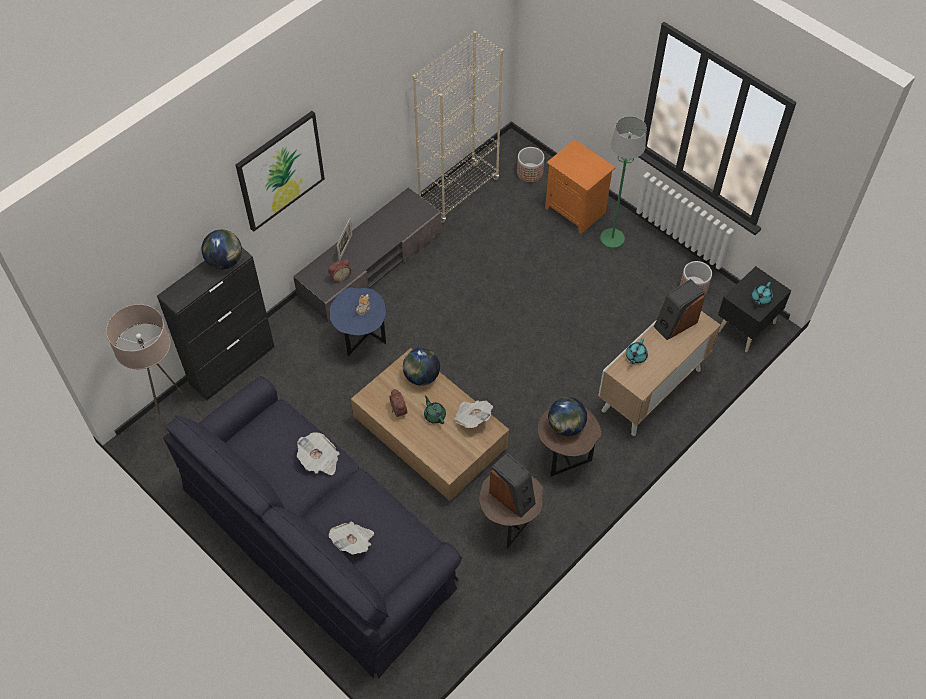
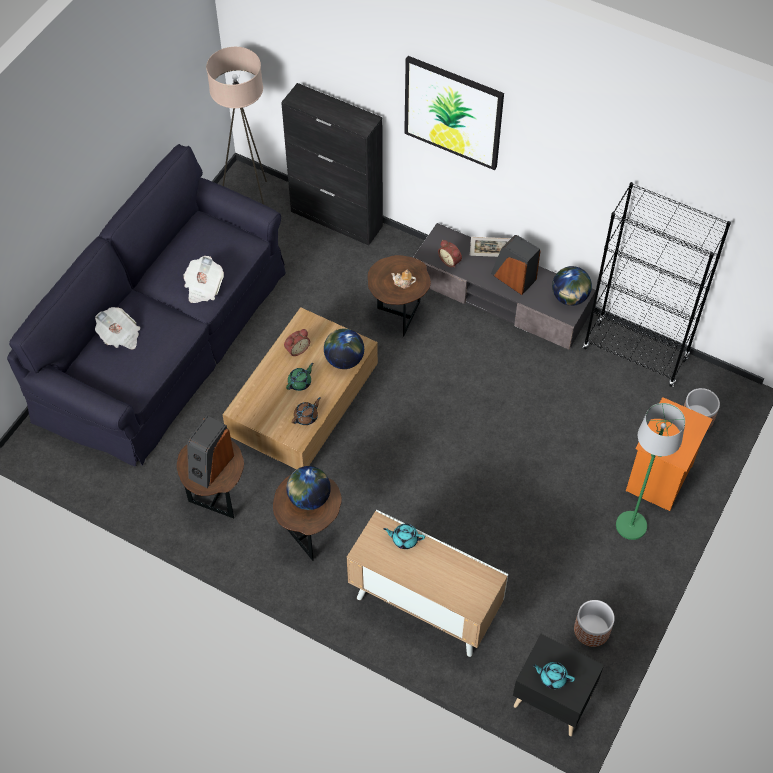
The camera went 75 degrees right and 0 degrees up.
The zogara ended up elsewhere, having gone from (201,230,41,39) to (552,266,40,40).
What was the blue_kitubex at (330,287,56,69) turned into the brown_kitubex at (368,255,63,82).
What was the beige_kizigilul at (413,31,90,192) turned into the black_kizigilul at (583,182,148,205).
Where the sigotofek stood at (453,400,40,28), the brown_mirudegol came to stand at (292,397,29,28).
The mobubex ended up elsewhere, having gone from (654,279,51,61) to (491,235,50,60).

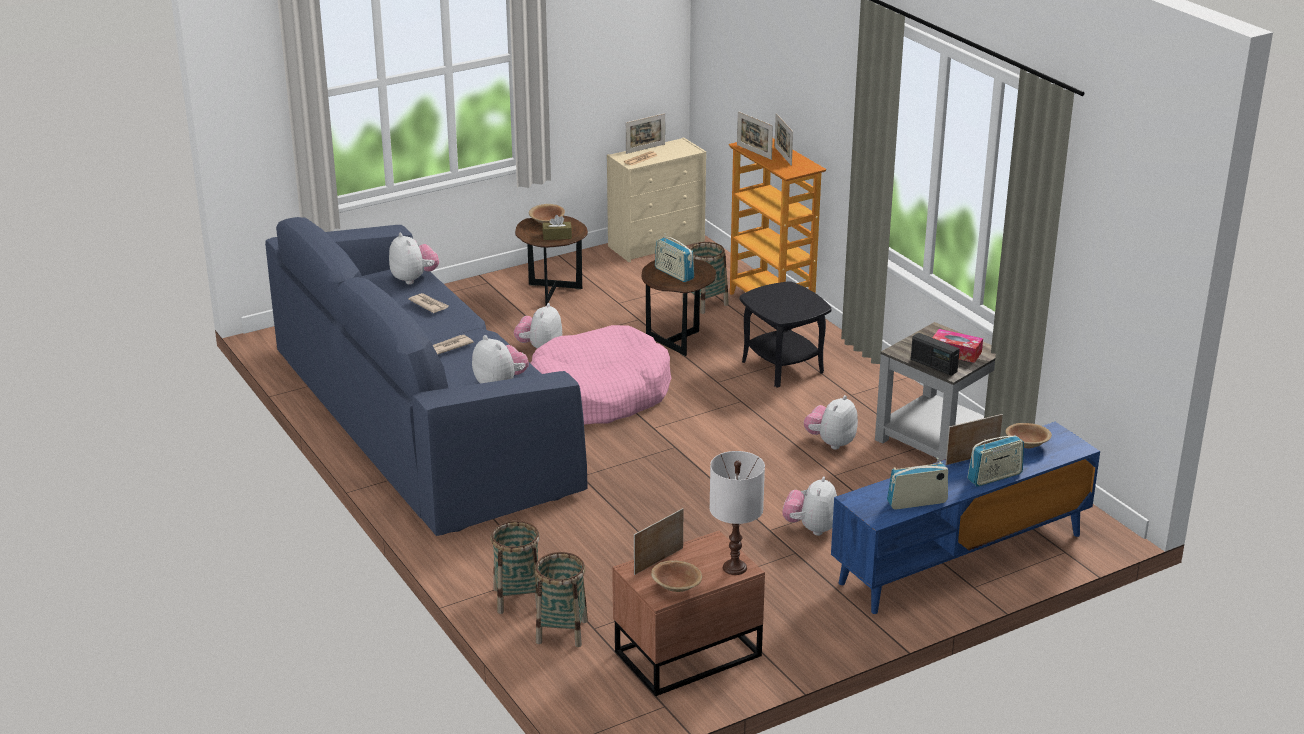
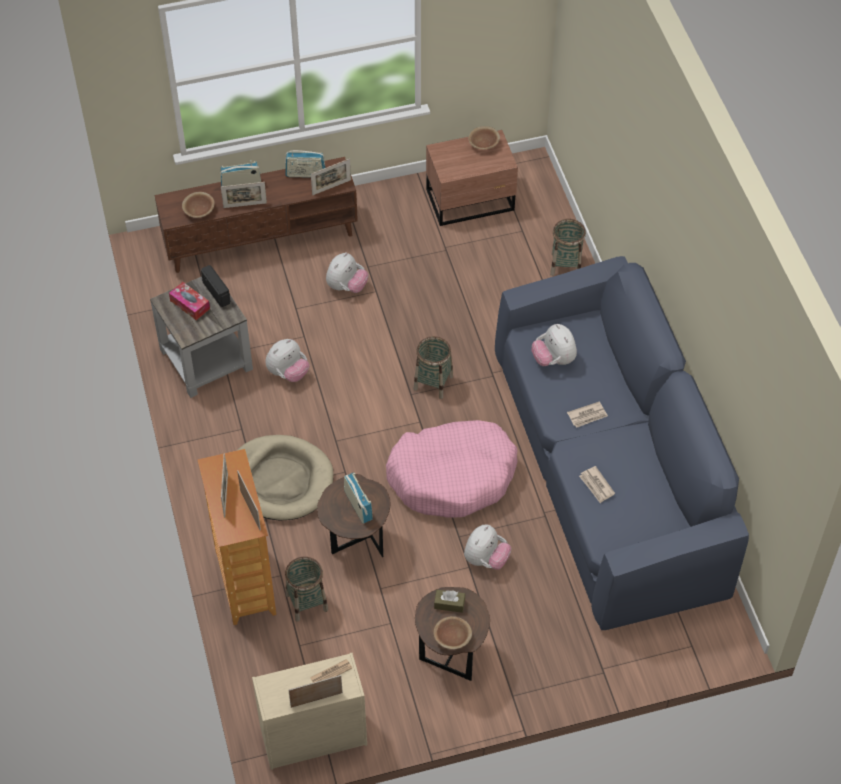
The camera went 165 degrees left and 25 degrees up.
The second view lost the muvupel at (389,232,50,53).
The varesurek ended up elsewhere, having gone from (535,552,53,95) to (414,336,39,63).
The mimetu ended up elsewhere, having gone from (634,508,50,67) to (311,159,40,36).
The second view lost the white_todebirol at (710,451,55,124).
Where the black_kitubex stood at (740,281,92,106), the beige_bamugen came to stand at (237,435,97,86).
What was the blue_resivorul at (831,422,269,192) turned into the brown_resivorul at (155,157,203,116).

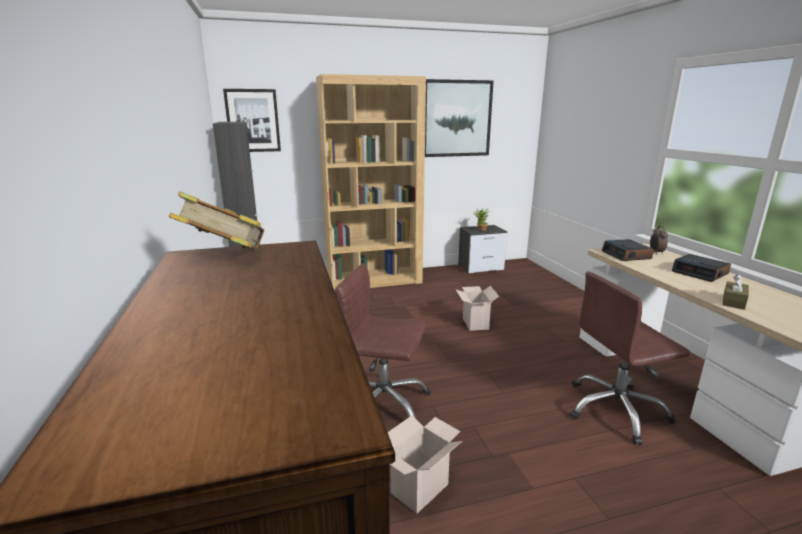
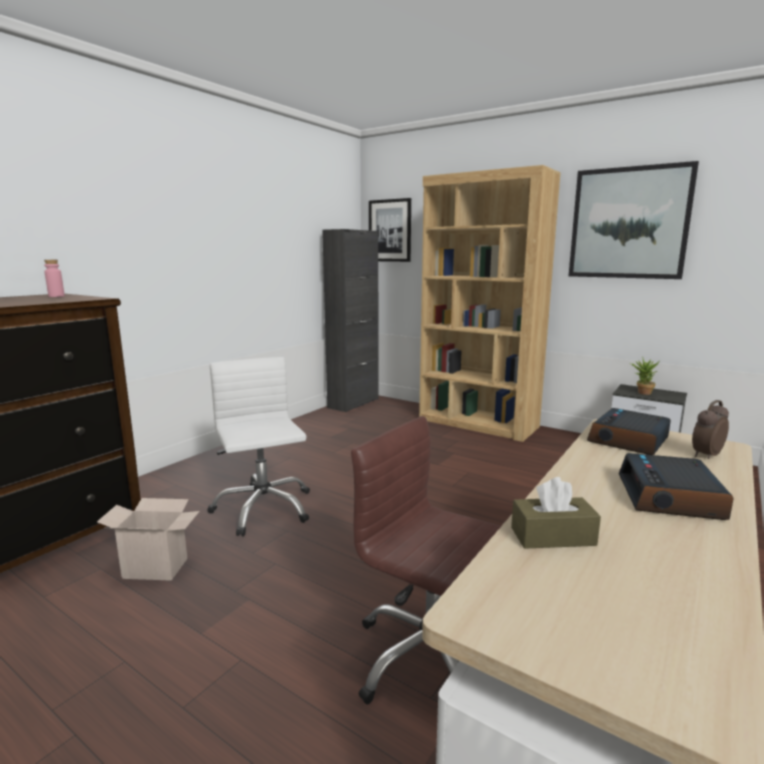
The camera went 50 degrees right and 5 degrees down.
Where the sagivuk stood at (169,191,95,59), the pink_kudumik came to stand at (44,260,21,37).
What was the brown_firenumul at (335,263,96,156) turned into the white_firenumul at (207,357,103,179).
The second view lost the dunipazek at (456,286,43,45).

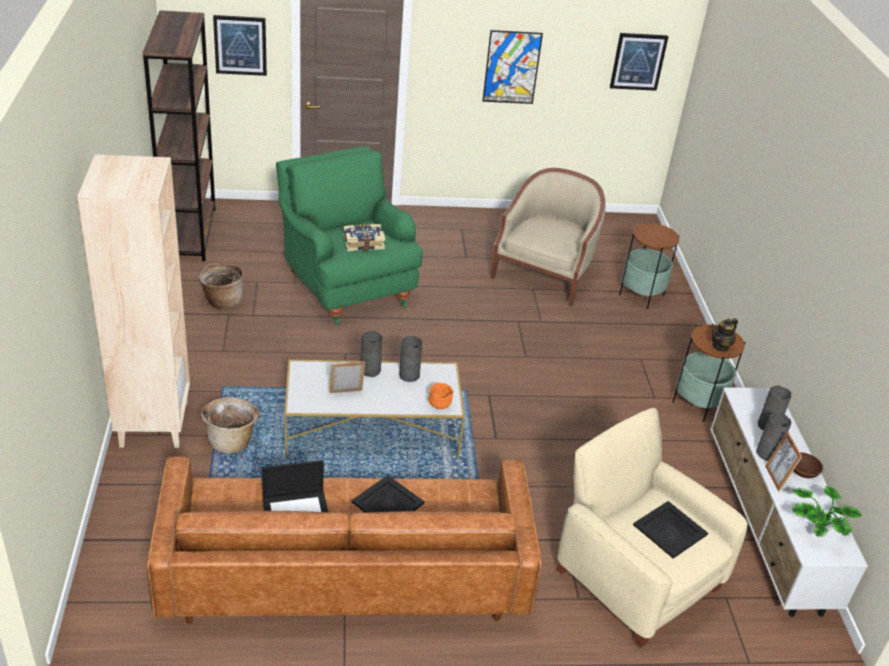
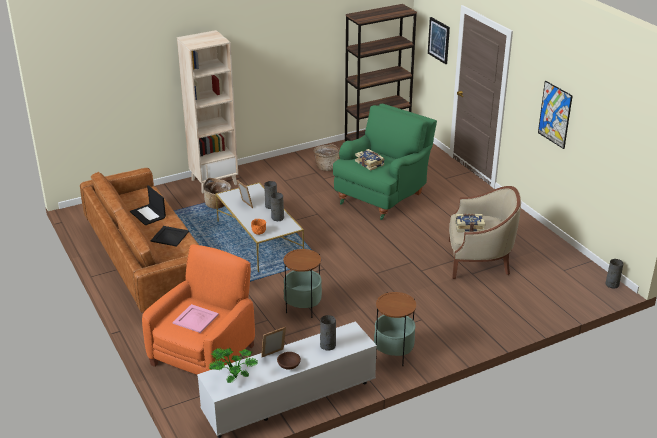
The camera went 70 degrees right and 5 degrees down.
What was the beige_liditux at (556,408,192,240) turned into the orange_liditux at (142,244,113,131).
The second view lost the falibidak at (610,33,59,58).
The kitubex ended up elsewhere, having gone from (619,222,61,87) to (283,249,39,69).
What was the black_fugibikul at (633,501,75,58) turned into the pink_fugibikul at (173,304,46,29).
The second view lost the mirudegol at (711,318,27,34).
The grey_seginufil ended up elsewhere, having gone from (756,413,35,48) to (605,259,18,30).
The second view gained the sagivuk at (455,214,30,18).

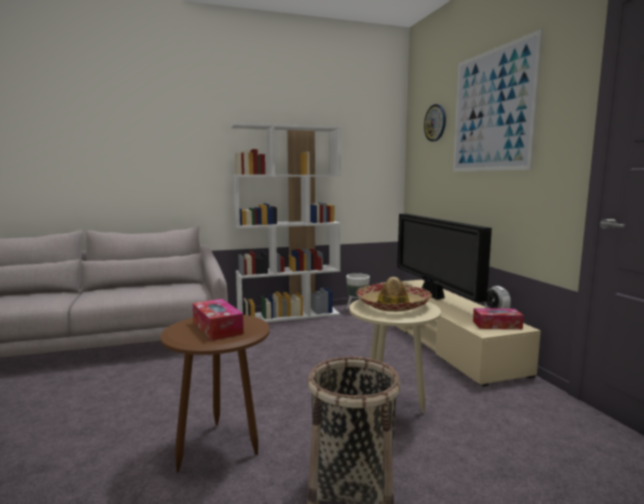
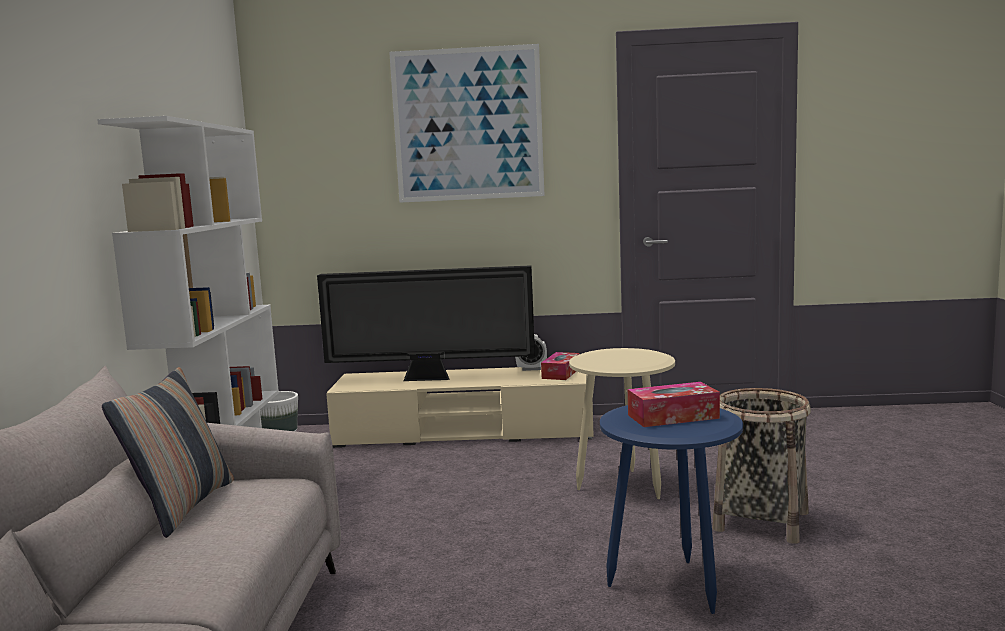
The camera went 70 degrees left and 0 degrees up.
What was the brown_kitubex at (161,315,109,157) turned into the blue_kitubex at (600,405,143,209).
The second view lost the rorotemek at (356,277,76,35).
The second view lost the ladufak at (424,104,22,38).
The second view gained the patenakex at (102,367,132,171).

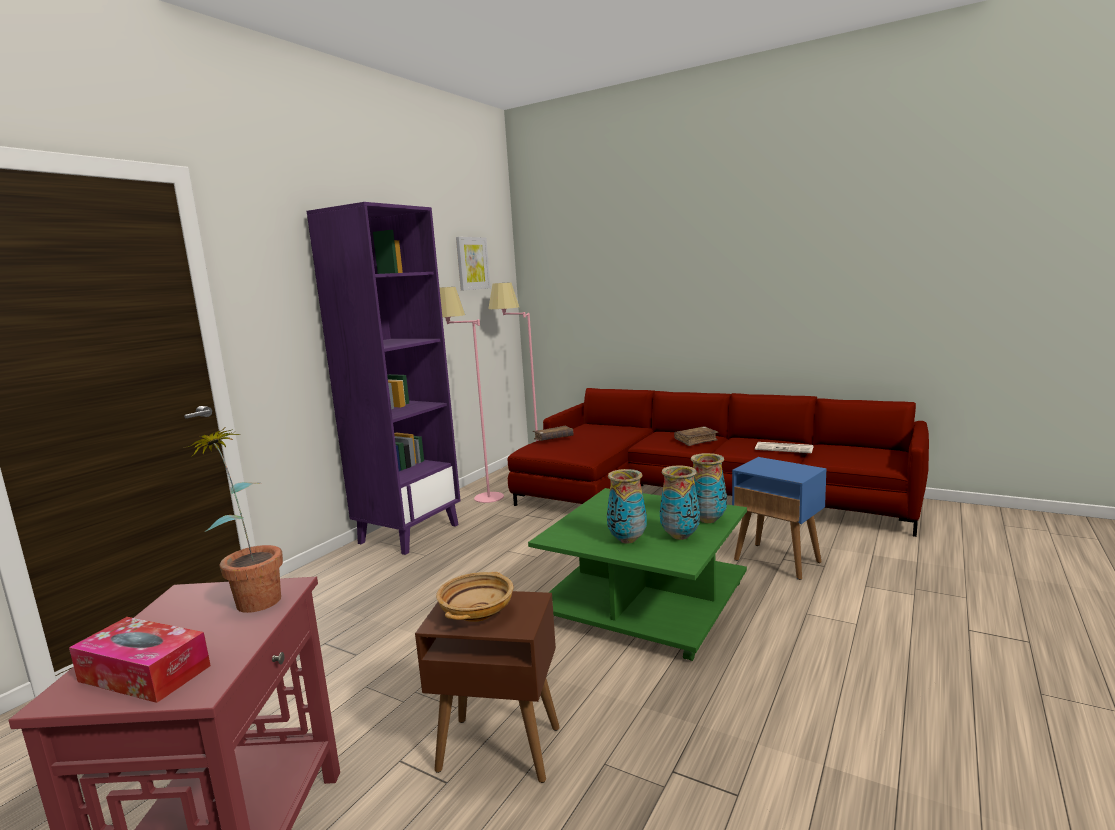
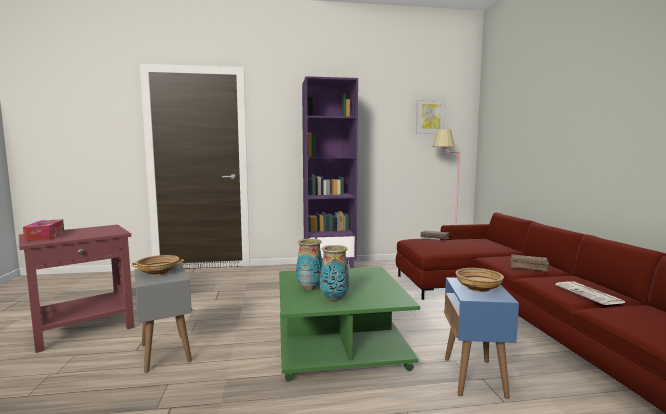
The camera went 50 degrees right and 5 degrees down.
The second view lost the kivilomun at (188,427,95,186).
What was the brown_kitubex at (415,591,145,192) turned into the grey_kitubex at (135,264,58,109).
The second view lost the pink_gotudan at (440,287,64,216).
The second view lost the seginufil at (691,453,36,70).
The second view gained the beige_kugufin at (455,268,49,24).

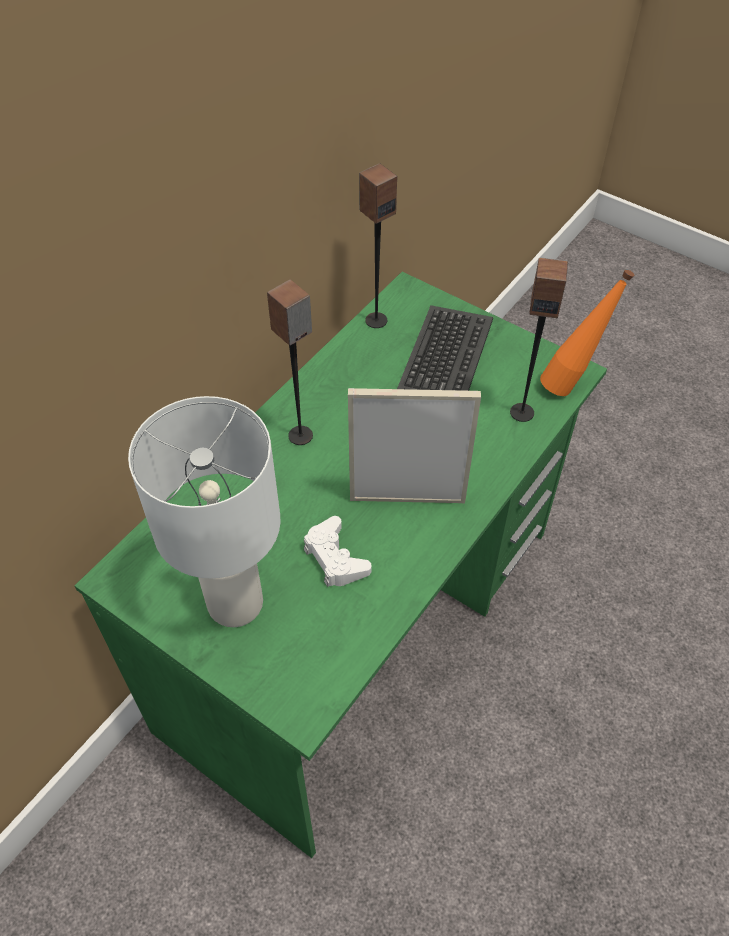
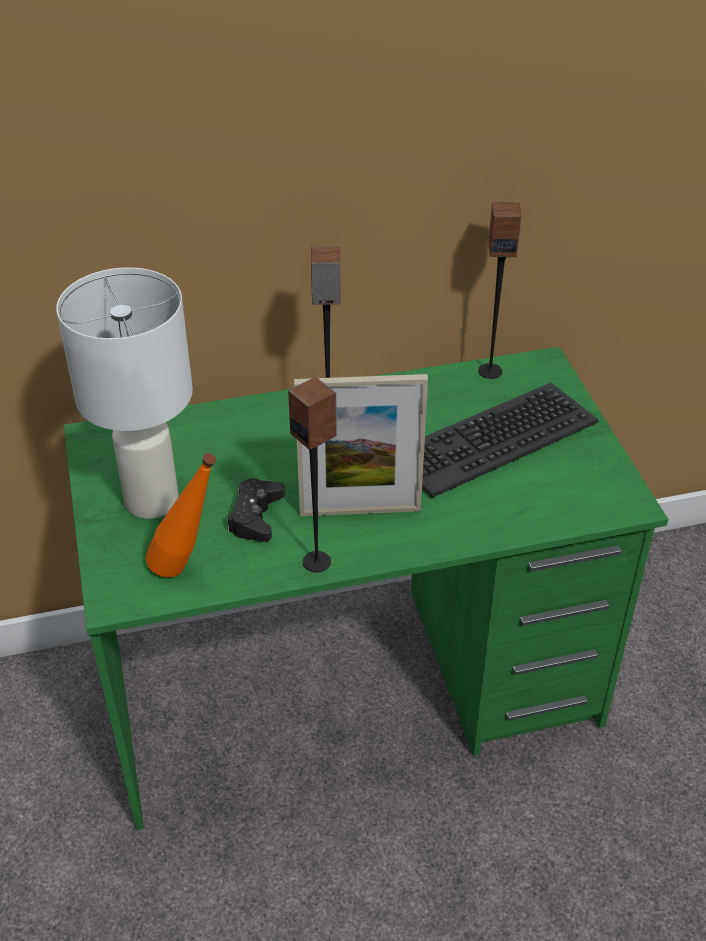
The camera went 40 degrees right and 10 degrees down.
What was the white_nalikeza at (304,516,67,71) turned into the black_nalikeza at (227,478,58,64).
The mimetu at (348,388,133,115) ended up facing another way, 135 degrees clockwise from before.
The mobubex ended up elsewhere, having gone from (510,257,58,165) to (288,377,49,196).
The orange_kudumik ended up elsewhere, having gone from (540,269,94,127) to (146,453,70,124).

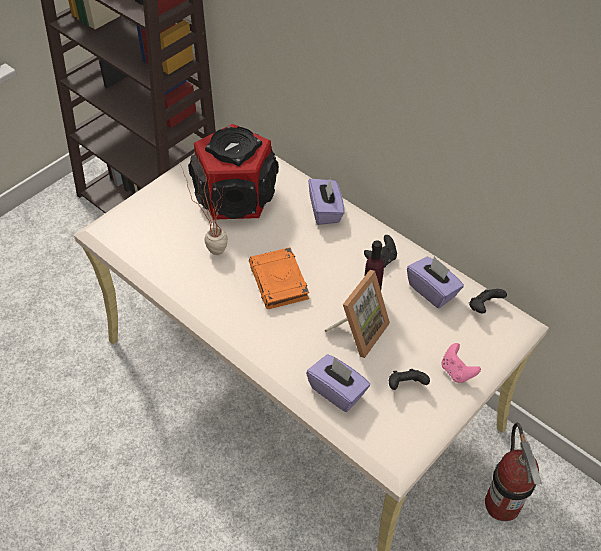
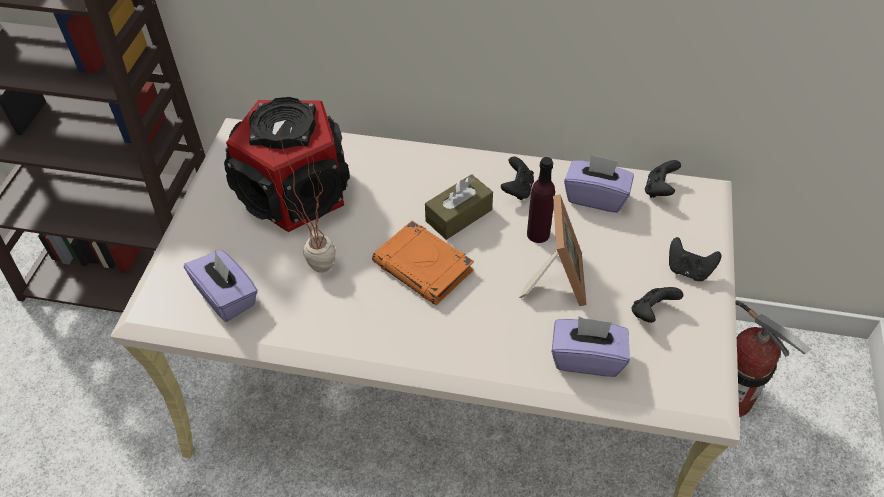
The camera went 30 degrees left and 0 degrees up.
The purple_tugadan ended up elsewhere, having gone from (308,178,36,47) to (184,250,74,72).
What was the pink_nalikeza at (441,343,40,40) turned into the black_nalikeza at (669,237,52,44).
The second view gained the brown_tugadan at (425,174,68,66).

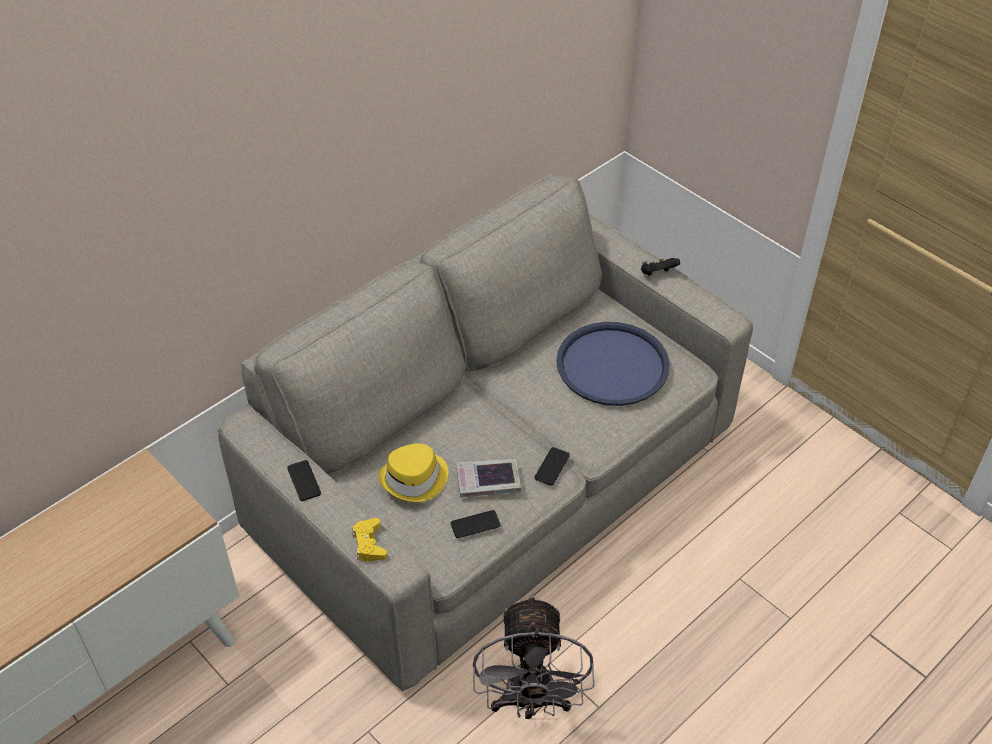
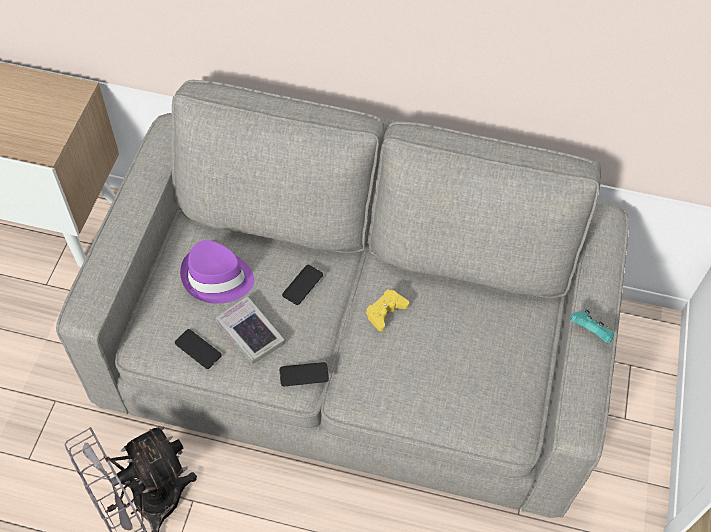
The camera went 55 degrees right and 10 degrees up.
The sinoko ended up elsewhere, having gone from (287,460,34,41) to (282,265,41,40).
The yellow_nalikeza ended up elsewhere, having gone from (352,518,35,44) to (366,289,43,42).
What was the yellow_rorotemek at (378,444,70,59) turned into the purple_rorotemek at (180,240,74,64).
The second view lost the blue_fugibikul at (556,322,114,84).
What was the black_nalikeza at (641,258,39,18) turned into the turquoise_nalikeza at (570,309,44,34).

